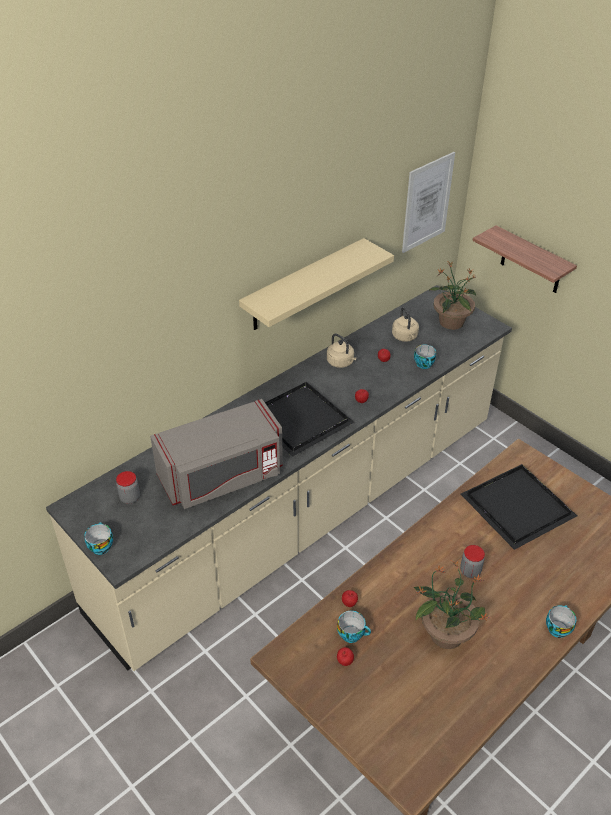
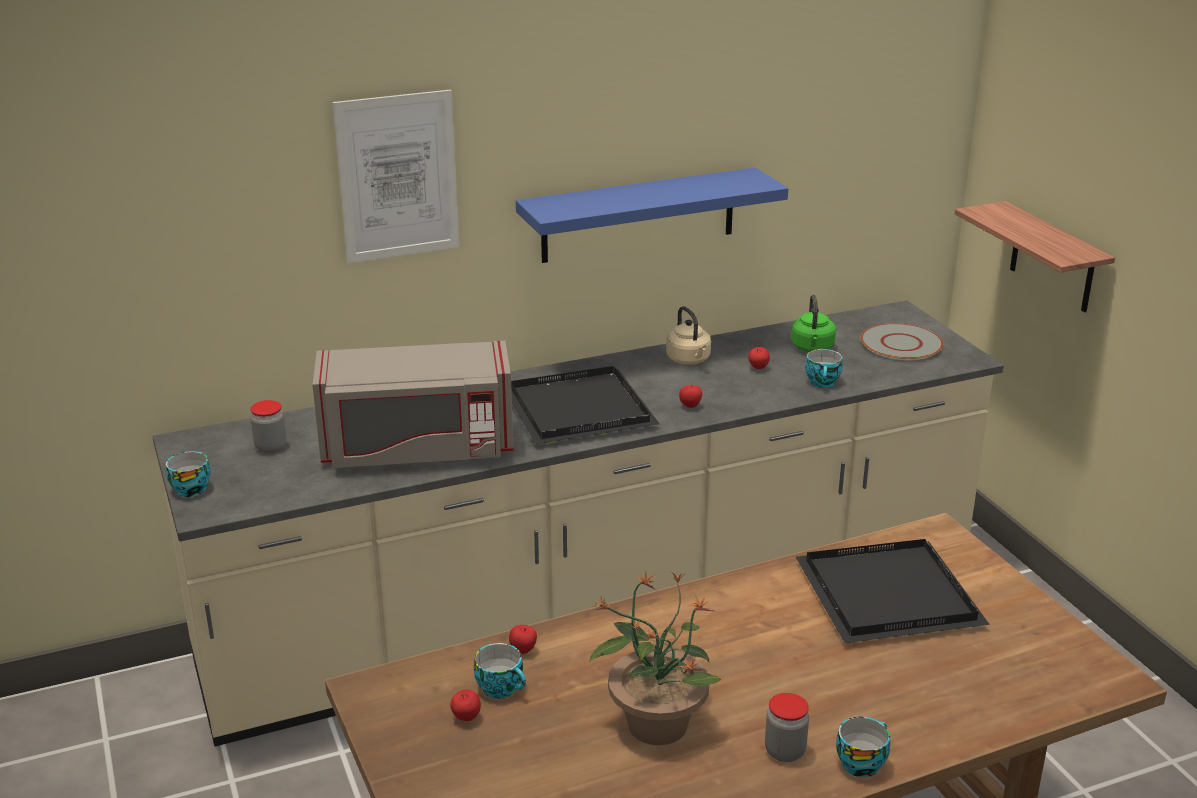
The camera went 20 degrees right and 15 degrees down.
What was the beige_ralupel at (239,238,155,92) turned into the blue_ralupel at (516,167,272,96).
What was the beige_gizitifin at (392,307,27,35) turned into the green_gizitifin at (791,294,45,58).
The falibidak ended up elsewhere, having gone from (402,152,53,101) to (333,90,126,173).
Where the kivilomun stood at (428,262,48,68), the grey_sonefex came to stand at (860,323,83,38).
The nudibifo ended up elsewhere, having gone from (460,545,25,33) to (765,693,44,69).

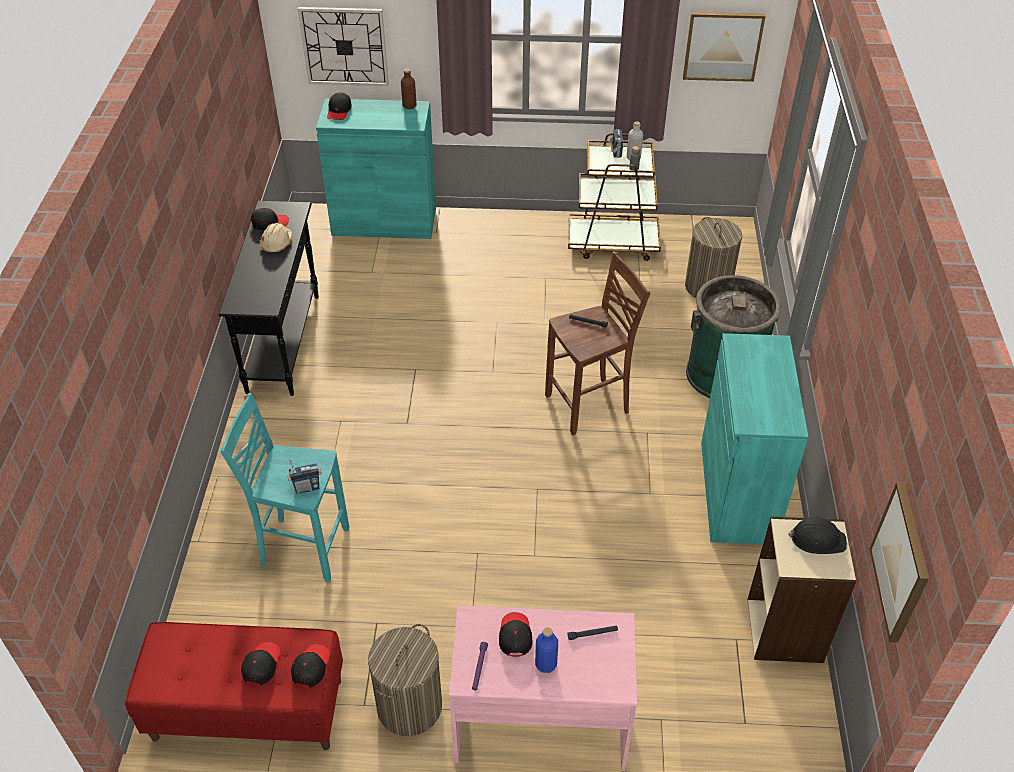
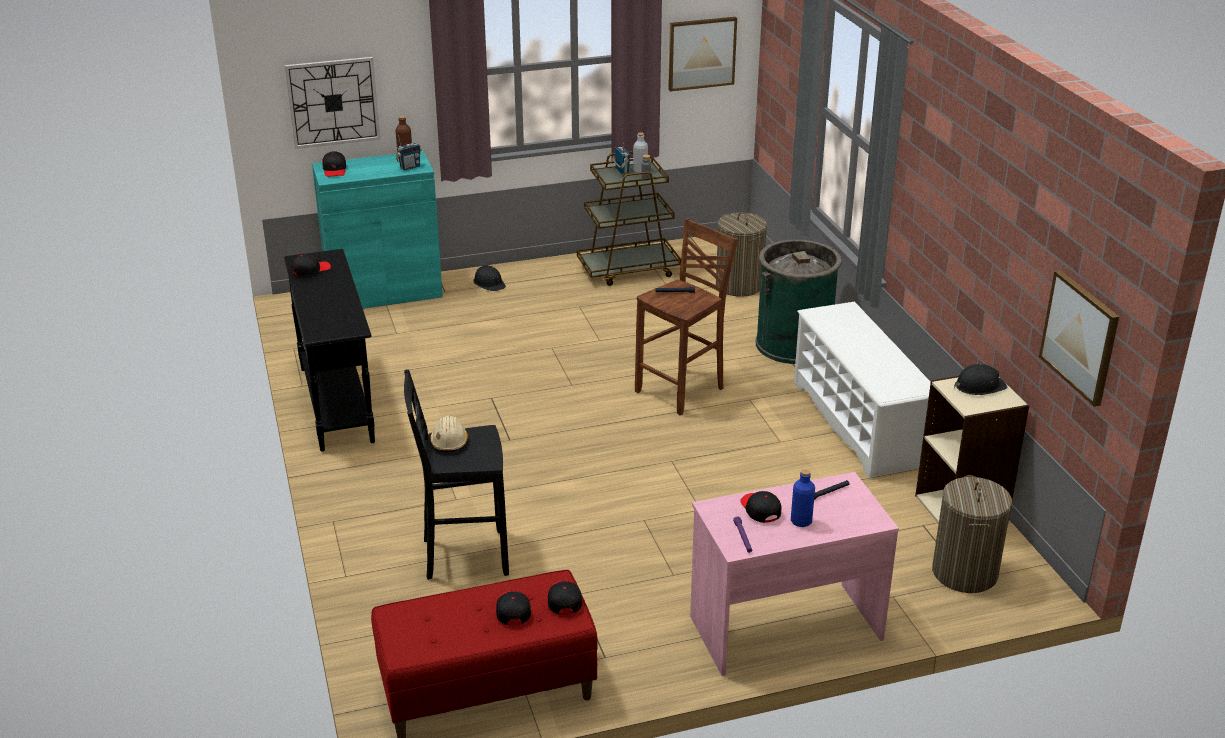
The camera went 20 degrees left and 15 degrees down.
What was the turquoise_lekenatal at (220,393,129,189) turned into the black_lekenatal at (404,369,105,211).
The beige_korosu ended up elsewhere, having gone from (260,223,32,30) to (431,415,37,37).
The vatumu ended up elsewhere, having gone from (287,459,35,35) to (396,135,25,35).
The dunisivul ended up elsewhere, having gone from (368,624,74,112) to (932,475,80,118).
Where the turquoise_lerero stood at (701,333,107,211), the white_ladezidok came to stand at (794,302,137,177).
The second view gained the black_korosu at (473,265,33,26).

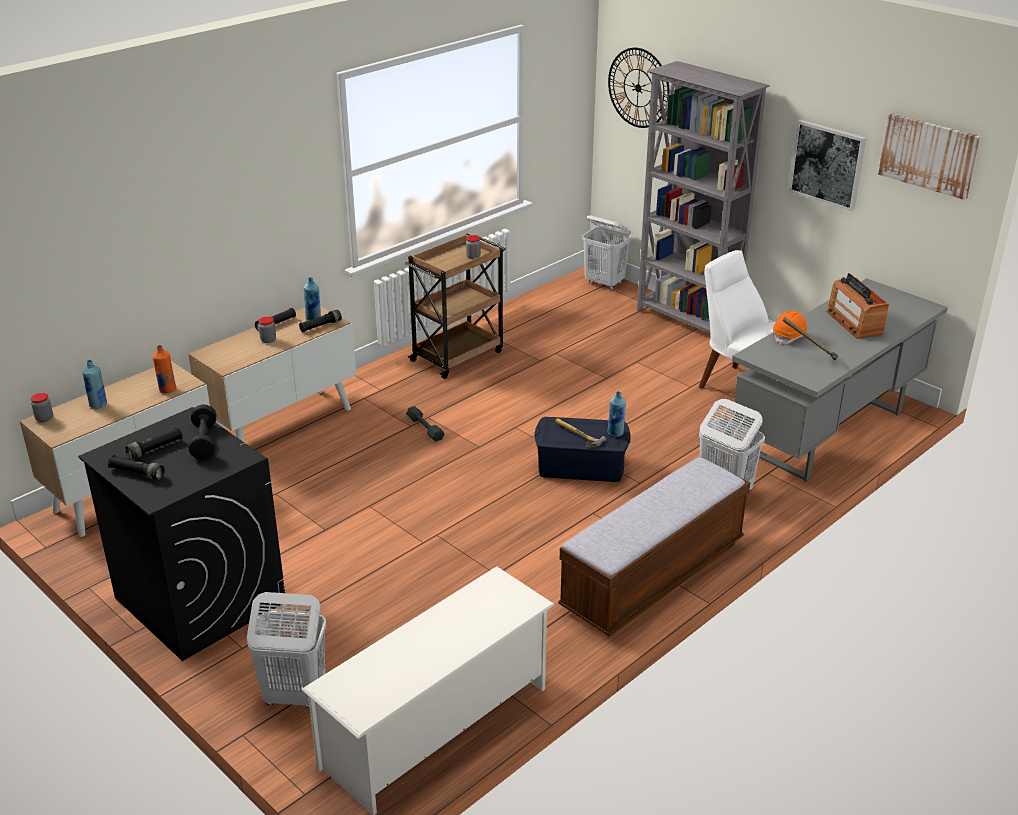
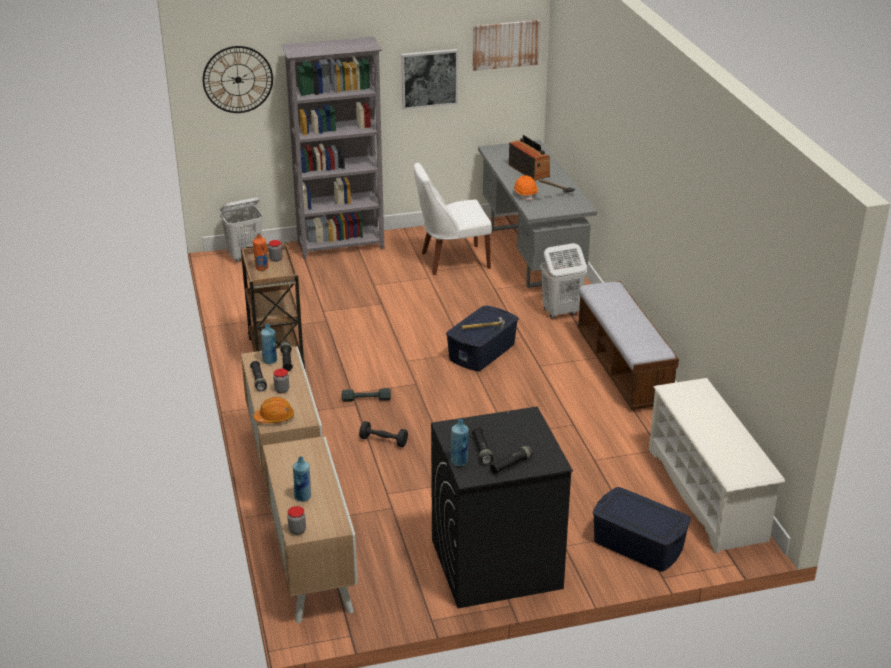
The camera went 60 degrees left and 0 degrees up.
The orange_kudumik ended up elsewhere, having gone from (153,345,23,48) to (253,233,16,38).
The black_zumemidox ended up elsewhere, having gone from (189,405,27,55) to (359,421,49,26).
Where the white_dunisivul stood at (247,592,79,116), the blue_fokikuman came to stand at (593,487,98,85).
The blue_kudumik ended up elsewhere, having gone from (607,391,19,46) to (451,419,18,47).
The vatumu at (826,273,63,66) ended up facing another way, 135 degrees counterclockwise from before.
The second view gained the orange_korosu at (253,397,41,26).

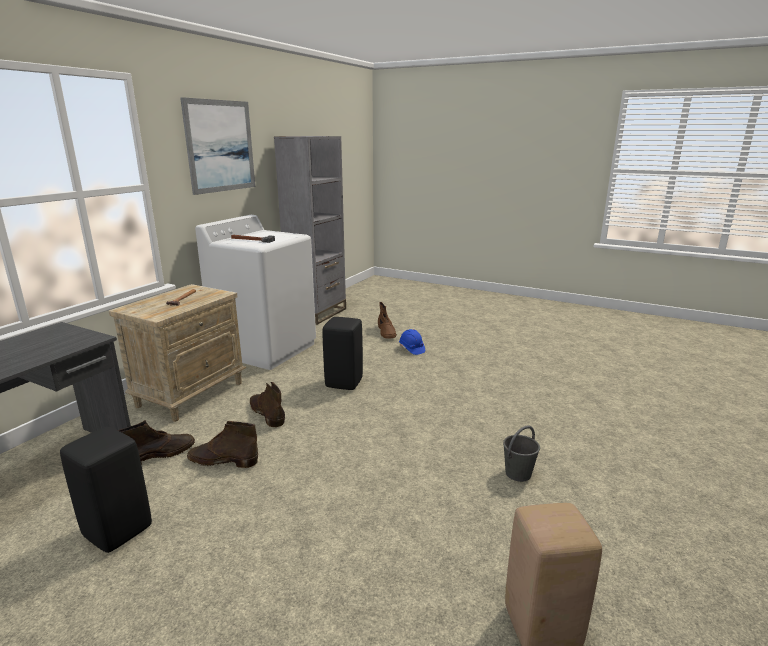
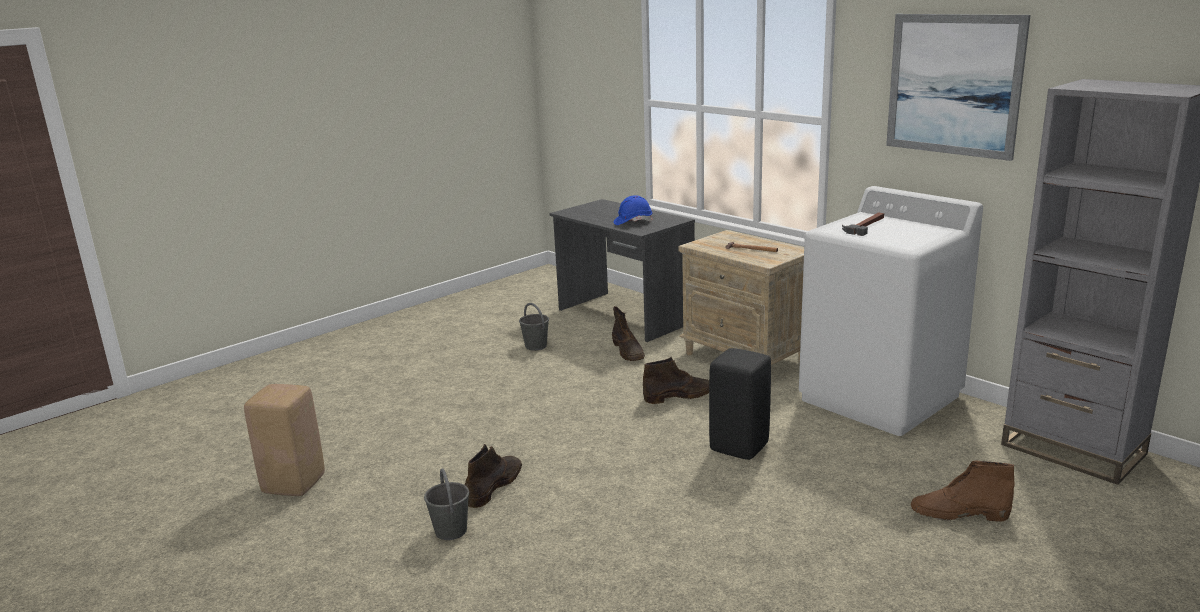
The camera went 110 degrees right and 0 degrees up.
Where the black_lekenatal stood at (60,427,92,126), the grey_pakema came to stand at (519,303,30,48).
The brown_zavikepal ended up elsewhere, having gone from (187,421,71,47) to (465,444,57,64).
The blue_korosu ended up elsewhere, having gone from (399,329,26,26) to (613,195,40,30).

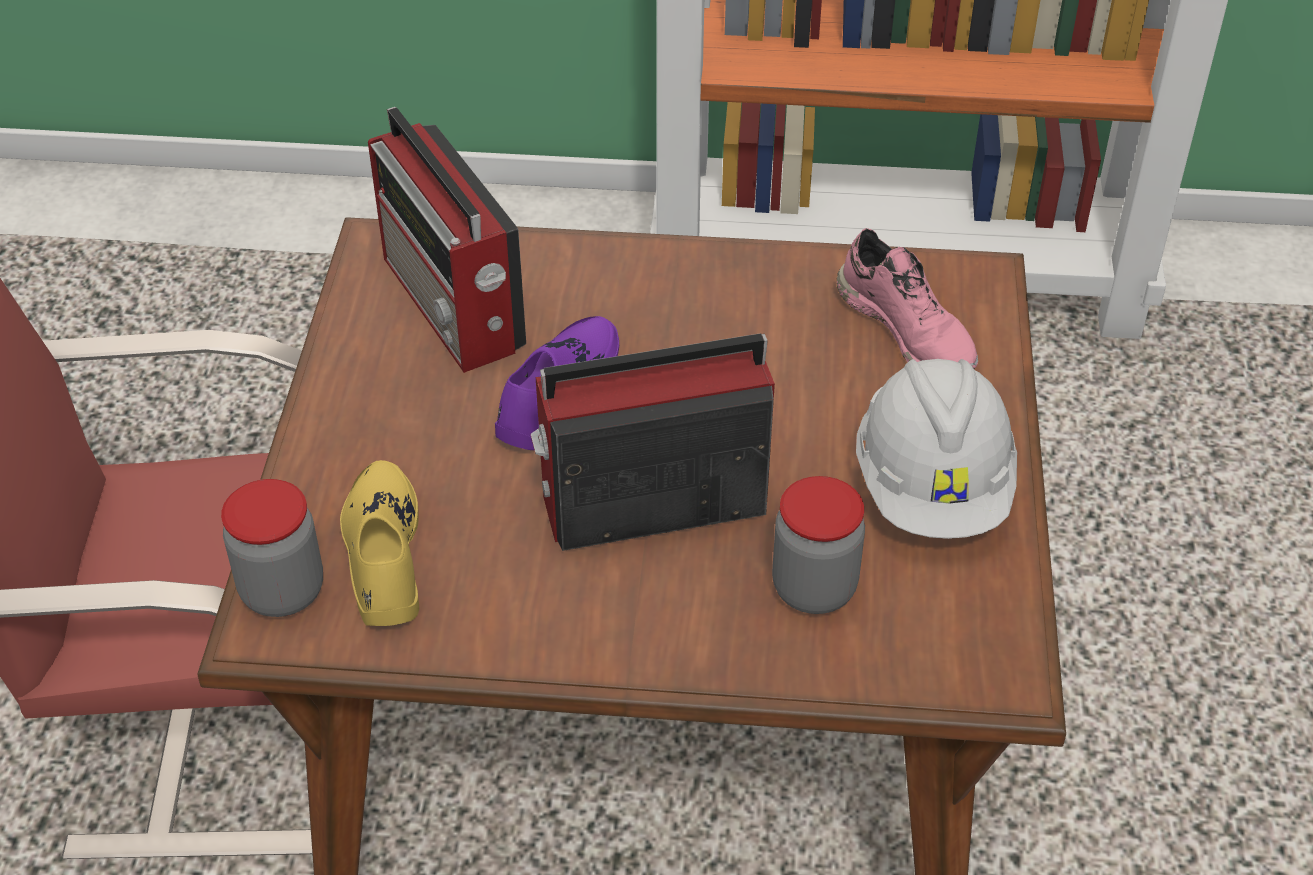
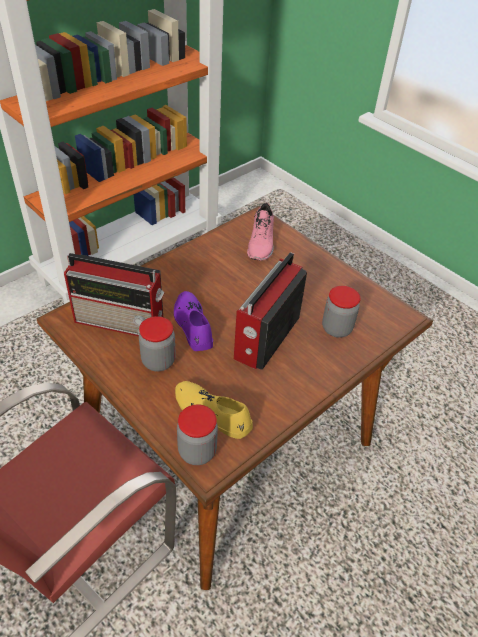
The camera went 50 degrees left and 0 degrees up.
The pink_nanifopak at (837,228,141,141) ended up facing another way, 90 degrees clockwise from before.
The second view lost the white_korosu at (856,359,161,180).
The second view gained the nudibifo at (139,316,37,55).

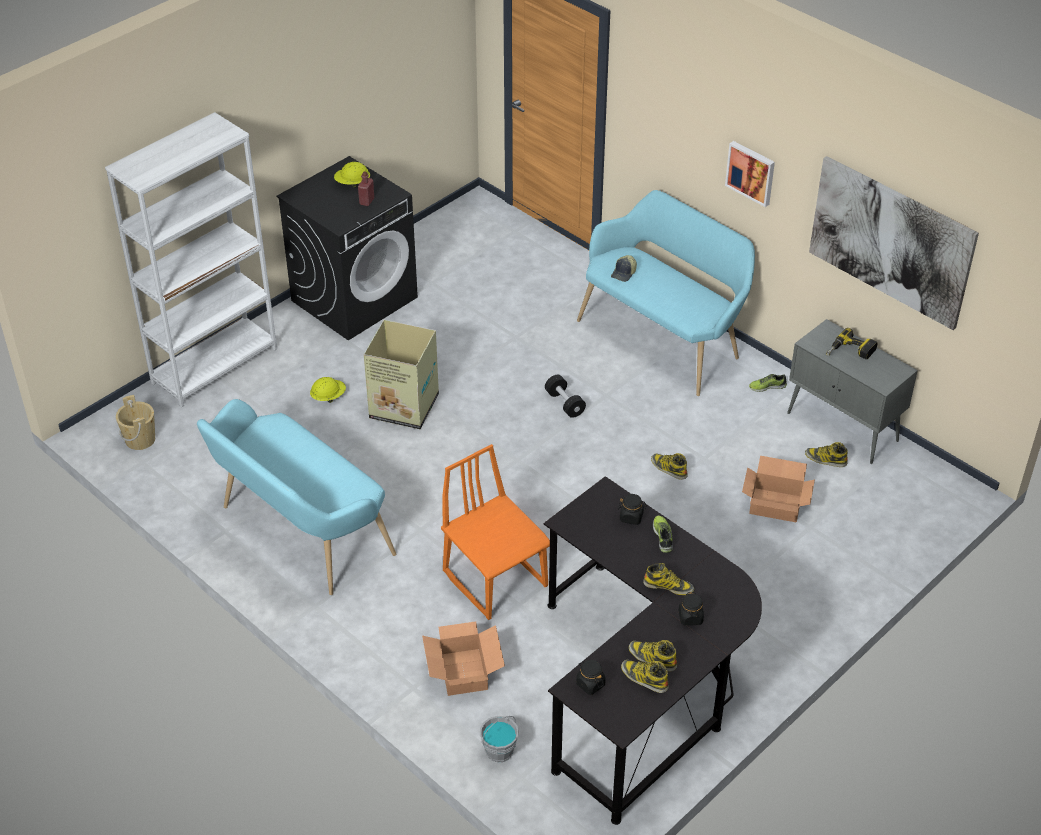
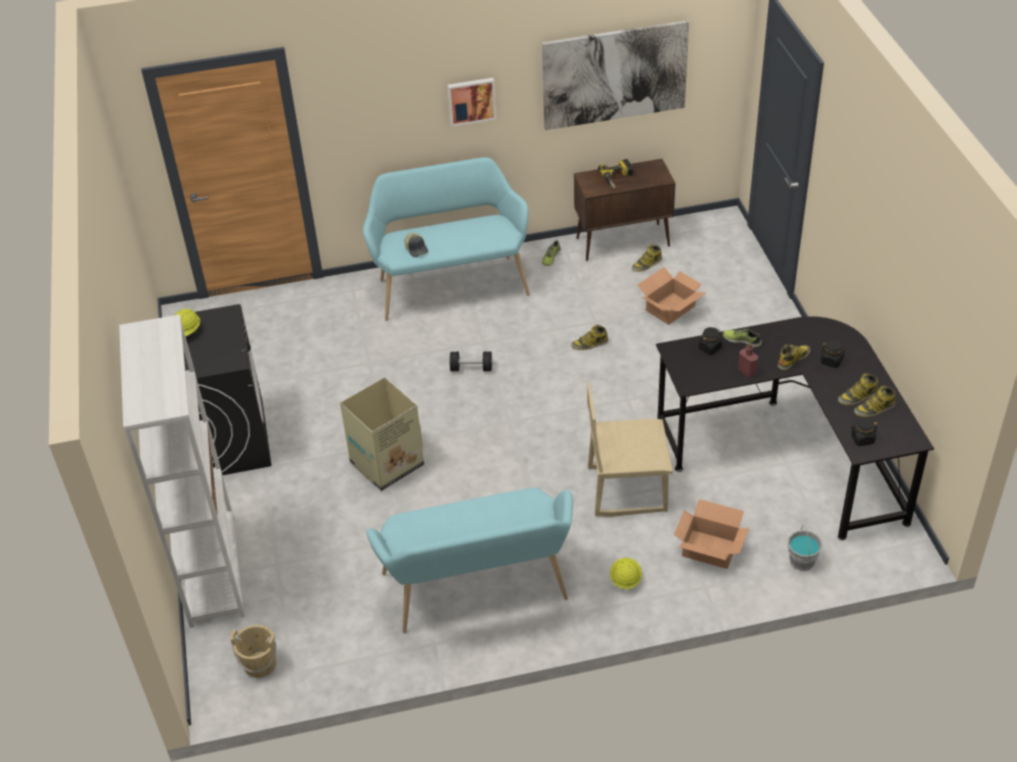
The camera went 55 degrees left and 0 degrees up.
The yellow_korosu ended up elsewhere, having gone from (310,377,36,26) to (610,558,32,31).
The red_kudumik ended up elsewhere, having gone from (358,171,16,35) to (738,343,20,35).
What was the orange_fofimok at (441,444,109,176) turned into the beige_fofimok at (587,382,86,135).
What was the grey_lerero at (787,319,131,145) turned into the brown_lerero at (574,159,101,102).

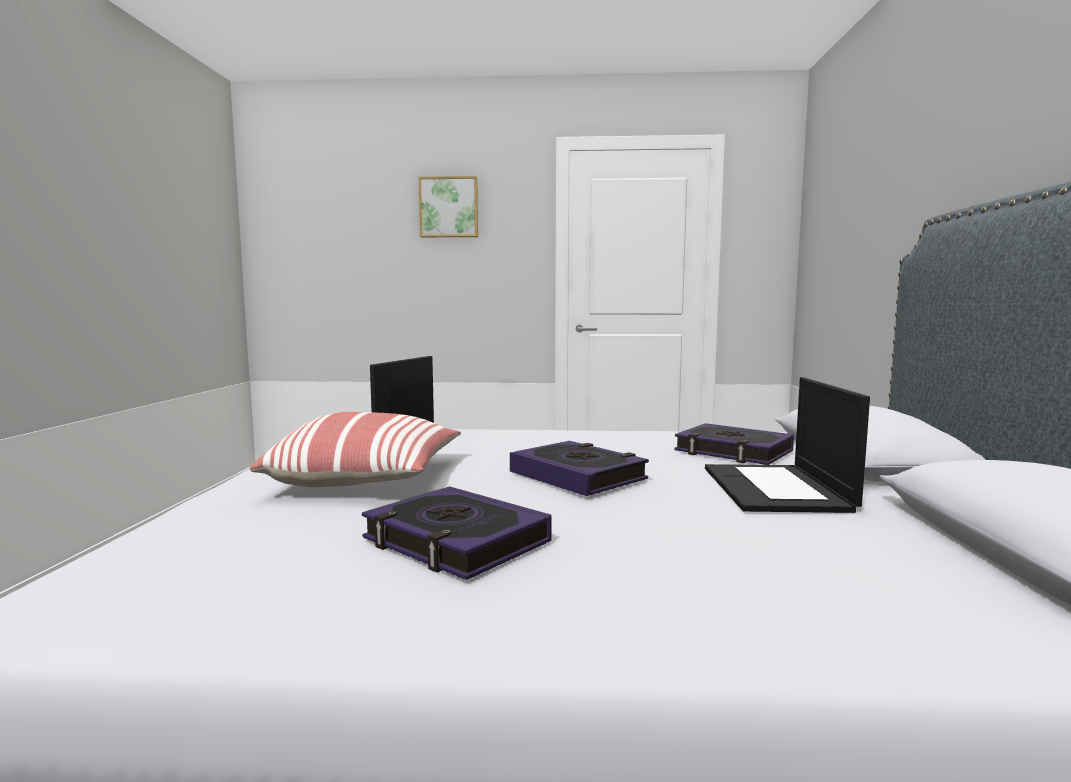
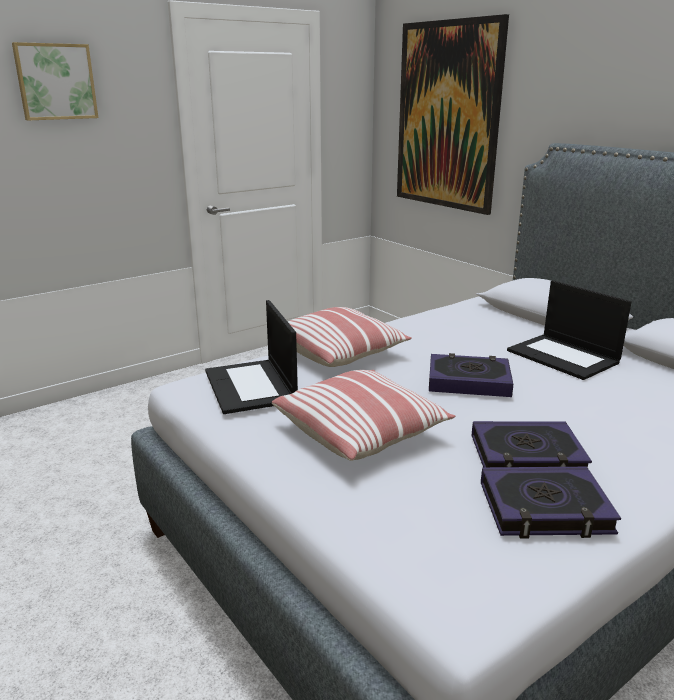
The camera went 40 degrees left and 15 degrees up.
The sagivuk ended up elsewhere, having gone from (674,423,120,42) to (481,467,140,72).
The second view gained the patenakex at (288,307,124,60).
The second view gained the falibidak at (397,14,112,201).

